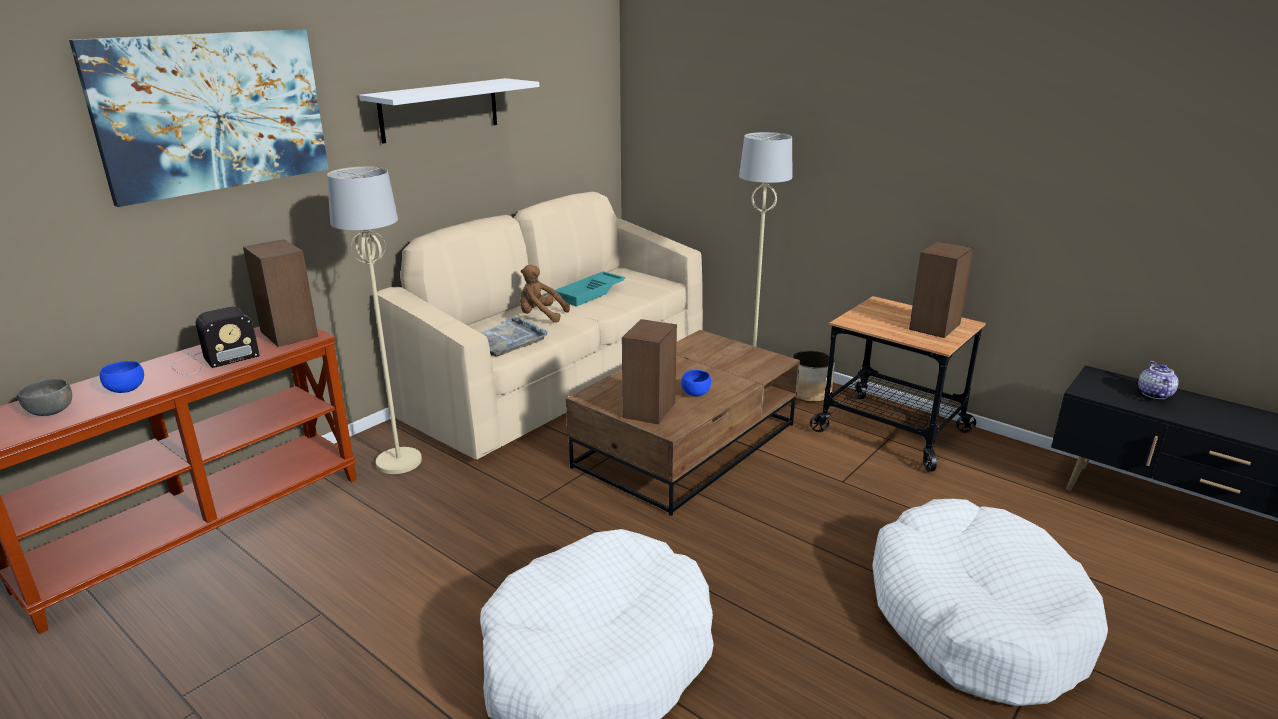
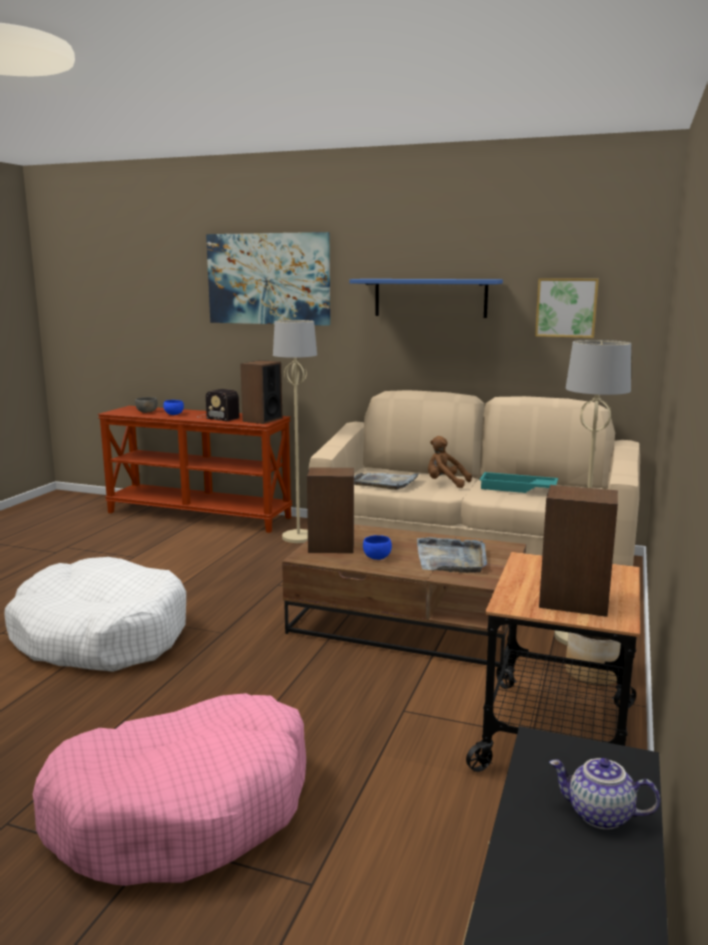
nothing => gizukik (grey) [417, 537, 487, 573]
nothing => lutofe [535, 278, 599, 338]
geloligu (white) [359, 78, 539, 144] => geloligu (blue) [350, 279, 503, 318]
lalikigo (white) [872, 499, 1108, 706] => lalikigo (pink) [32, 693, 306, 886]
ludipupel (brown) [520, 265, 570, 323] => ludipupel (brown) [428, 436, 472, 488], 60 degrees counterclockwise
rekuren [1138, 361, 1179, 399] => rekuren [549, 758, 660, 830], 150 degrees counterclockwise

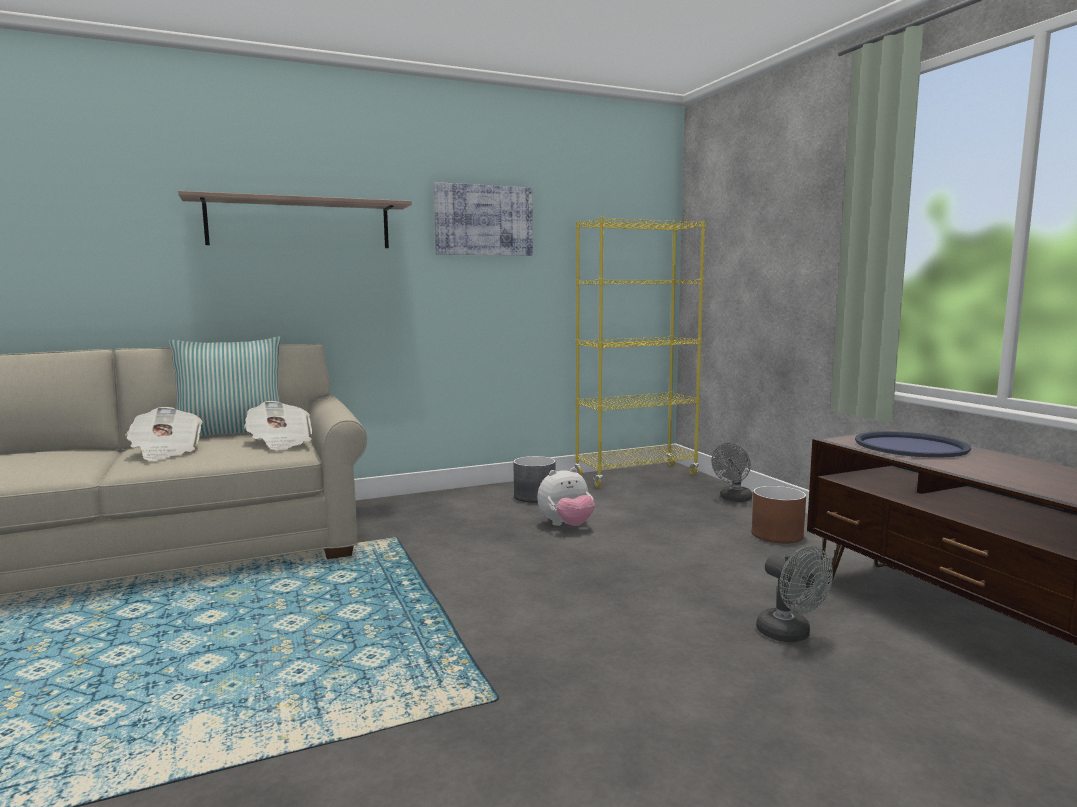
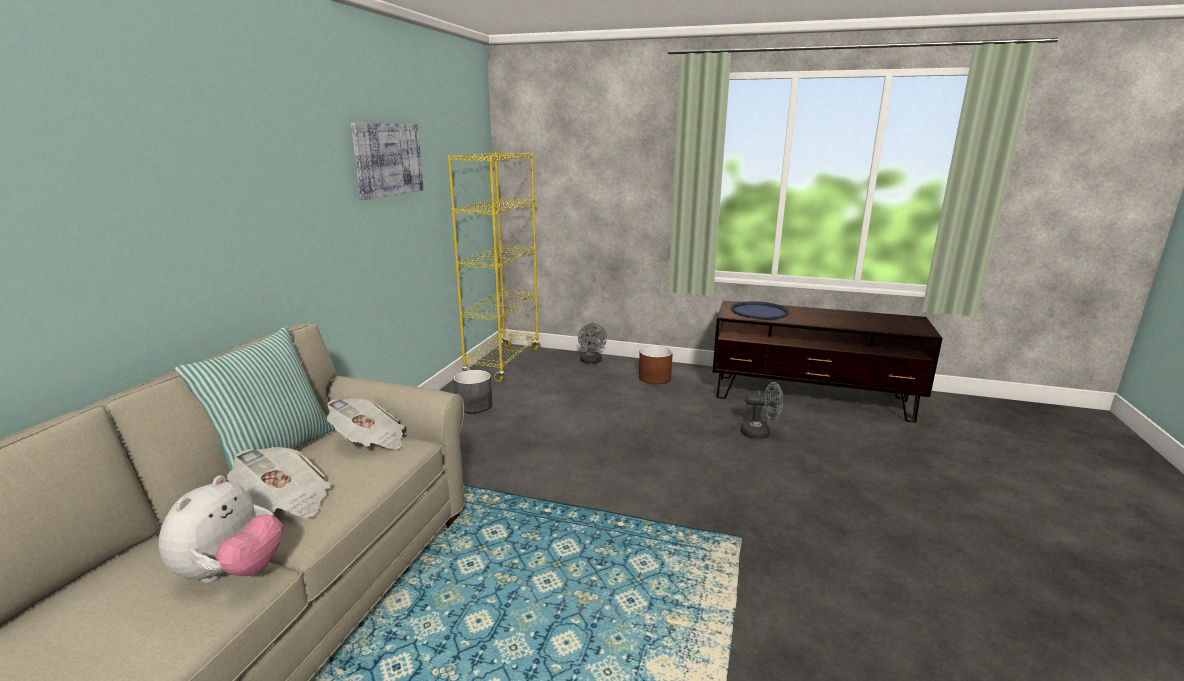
geloligu [178, 191, 412, 248] => nothing
ludipupel [537, 467, 595, 526] => ludipupel [158, 475, 283, 583], relocated

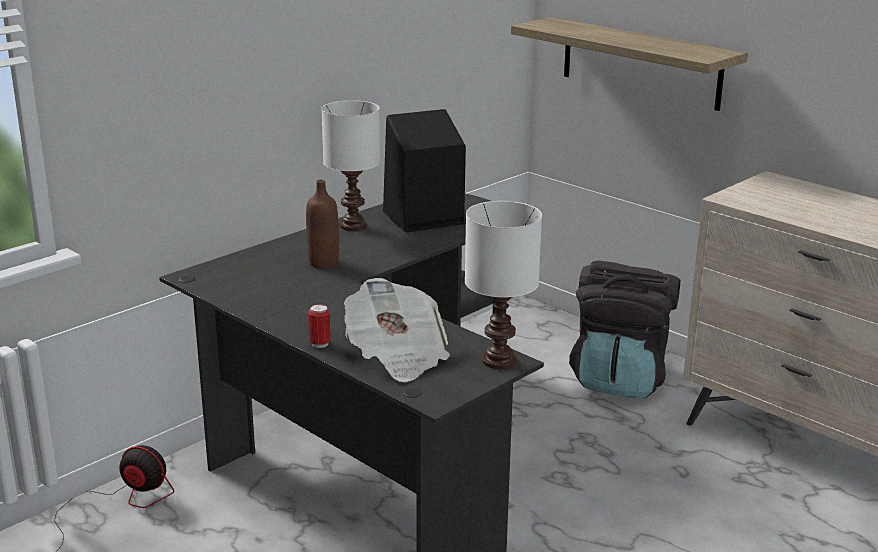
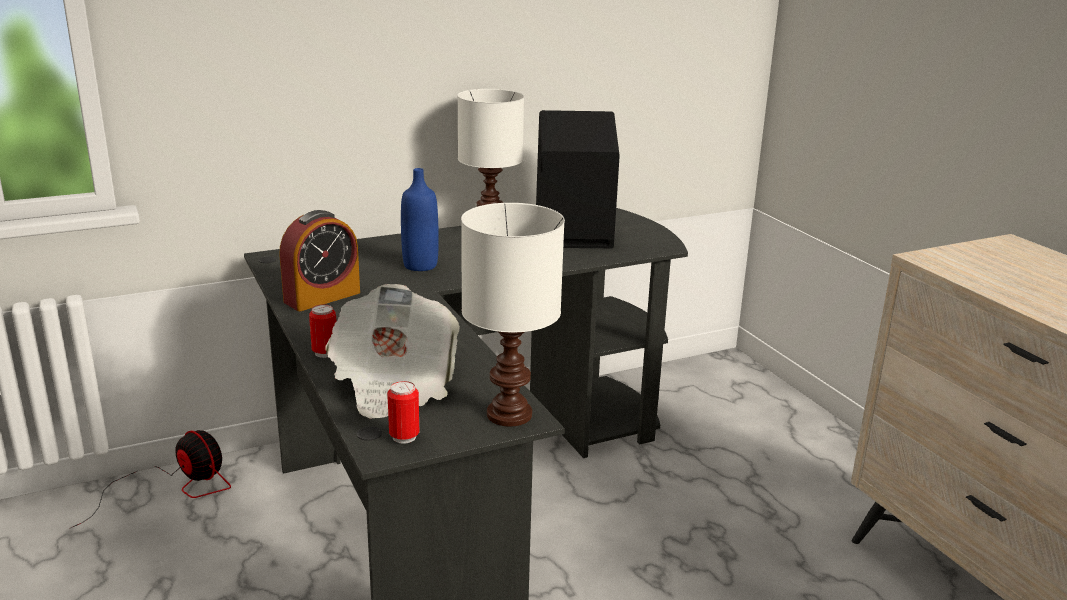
geloligu [511, 17, 748, 111] => nothing
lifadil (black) [569, 260, 680, 399] => nothing
nothing => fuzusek [280, 210, 360, 311]
nothing => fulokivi [387, 381, 419, 444]
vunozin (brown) [306, 180, 339, 268] => vunozin (blue) [401, 168, 439, 271]

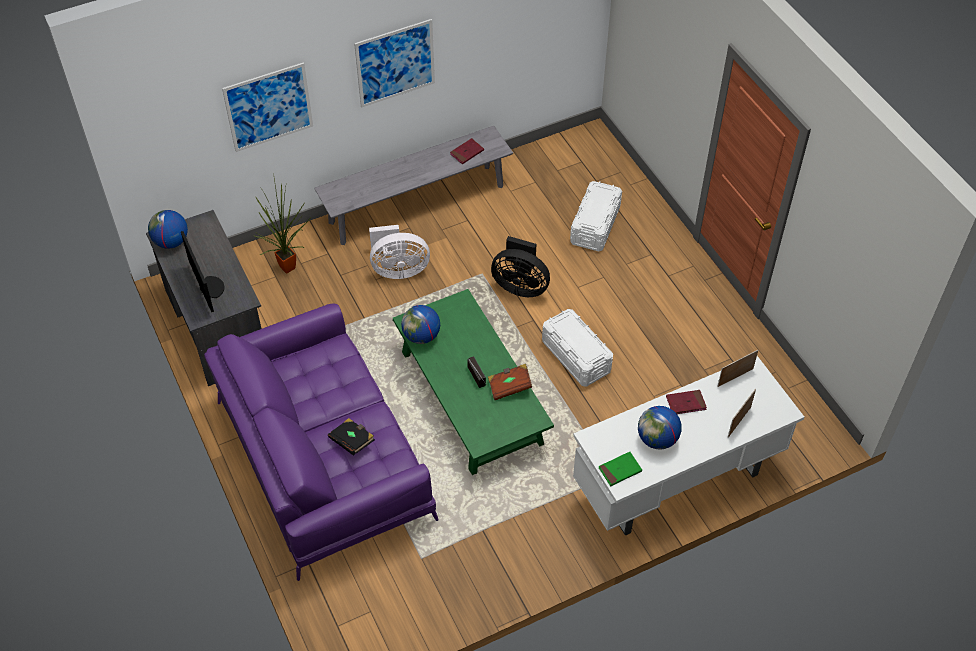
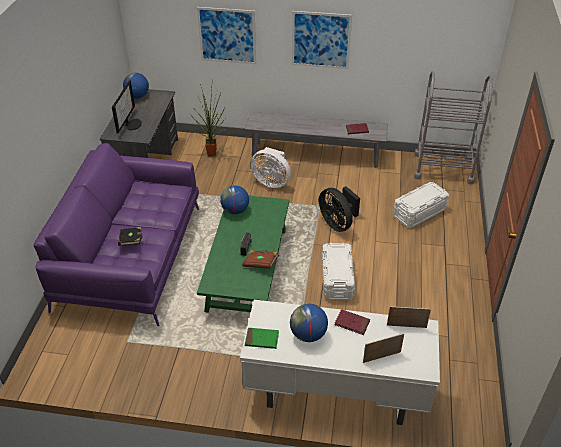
nothing => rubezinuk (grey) [414, 71, 493, 184]

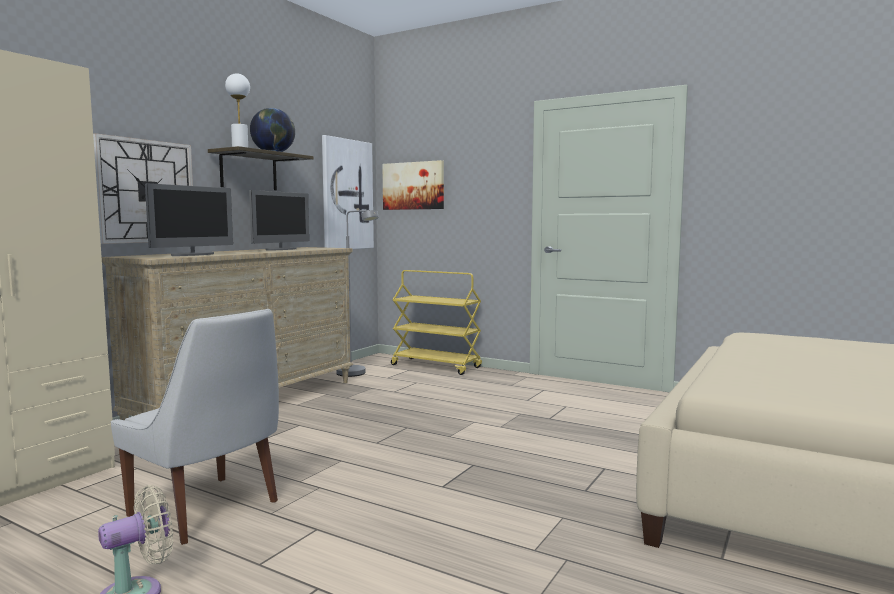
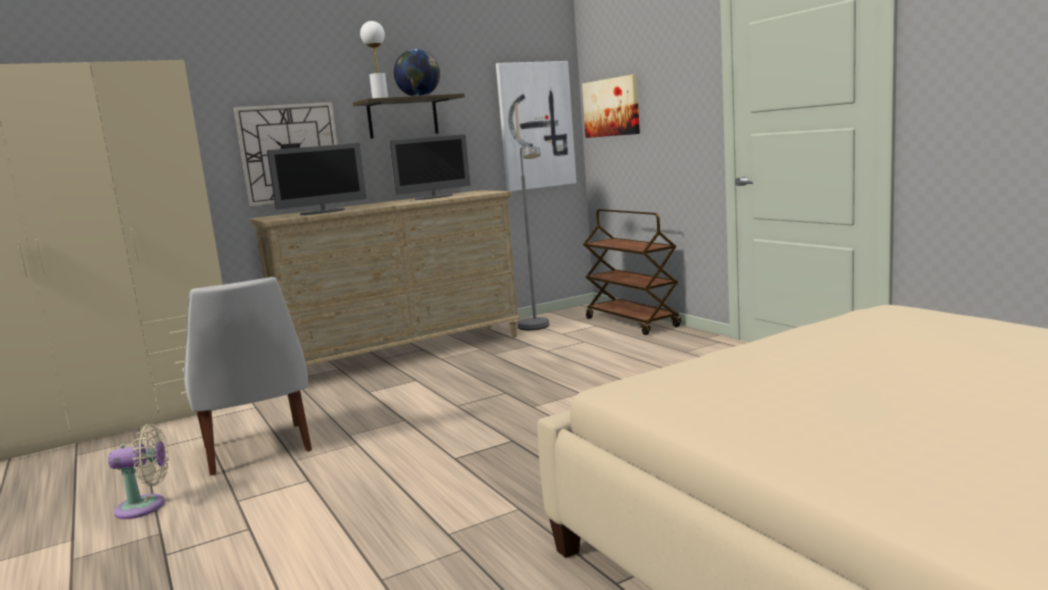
rubezinuk (yellow) [391, 270, 482, 375] => rubezinuk (brown) [583, 209, 681, 335]

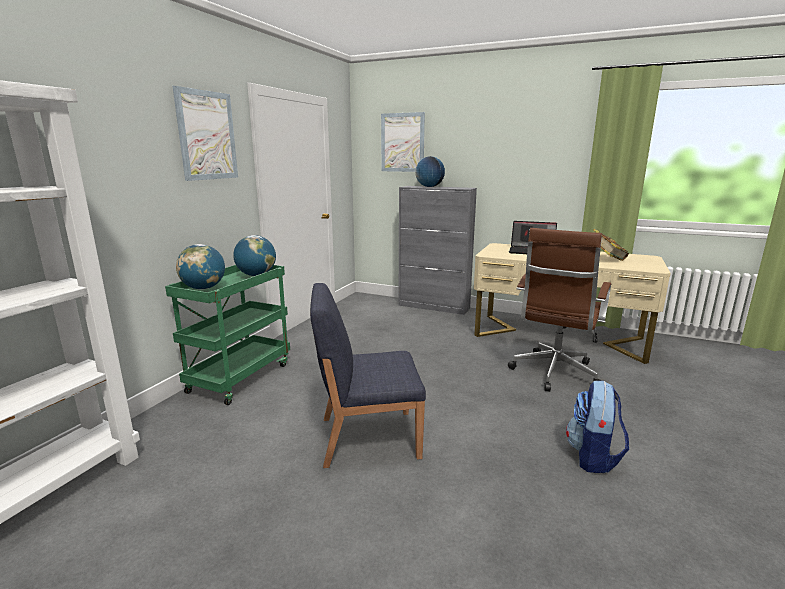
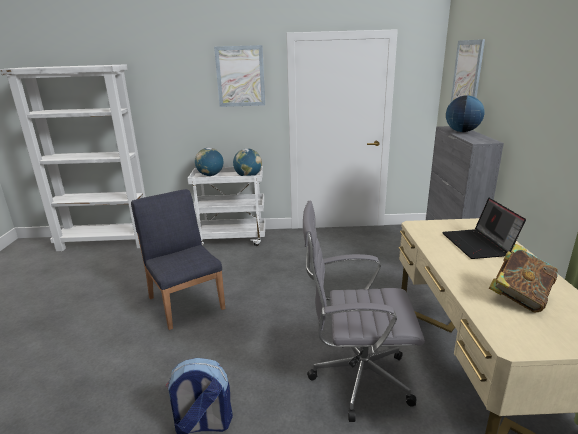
rubezinuk (green) [165, 265, 290, 405] => rubezinuk (white) [187, 166, 266, 246]
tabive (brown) [508, 228, 612, 392] => tabive (grey) [303, 201, 425, 422]

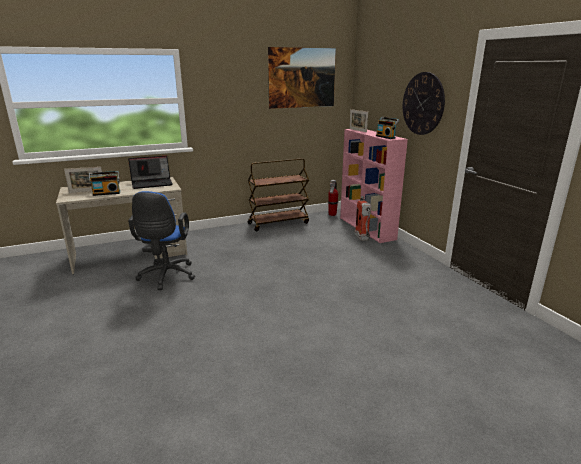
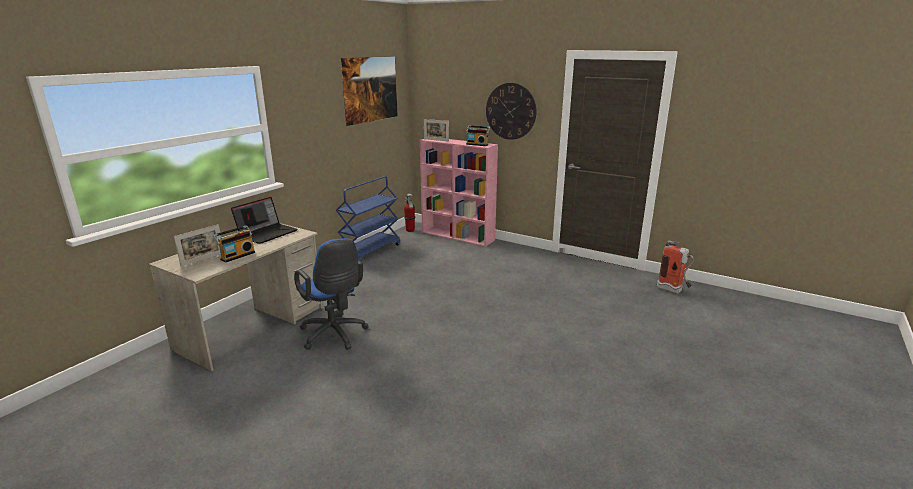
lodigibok [354, 196, 371, 241] => lodigibok [657, 241, 694, 294], relocated
rubezinuk (brown) [248, 158, 309, 231] => rubezinuk (blue) [336, 176, 400, 262]

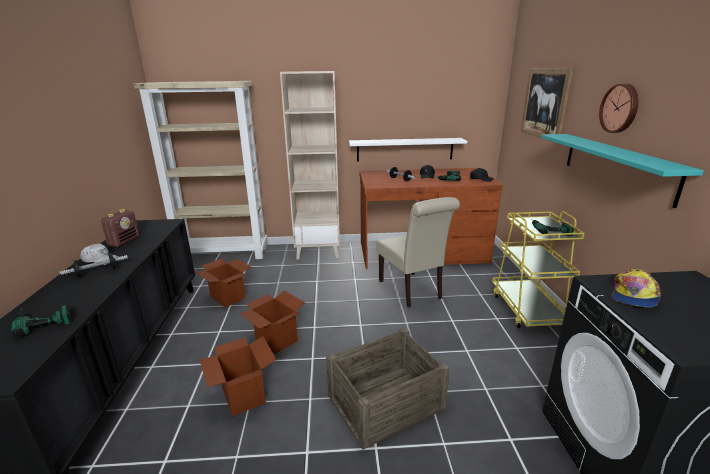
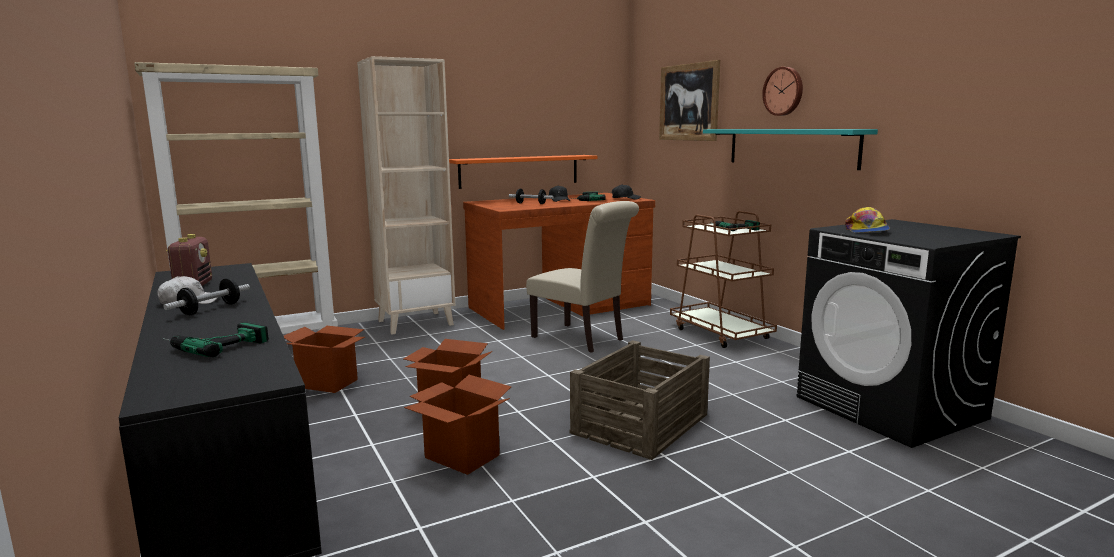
geloligu (white) [349, 138, 467, 162] => geloligu (orange) [449, 155, 597, 189]
rubezinuk (yellow) [492, 211, 585, 328] => rubezinuk (brown) [670, 211, 777, 348]

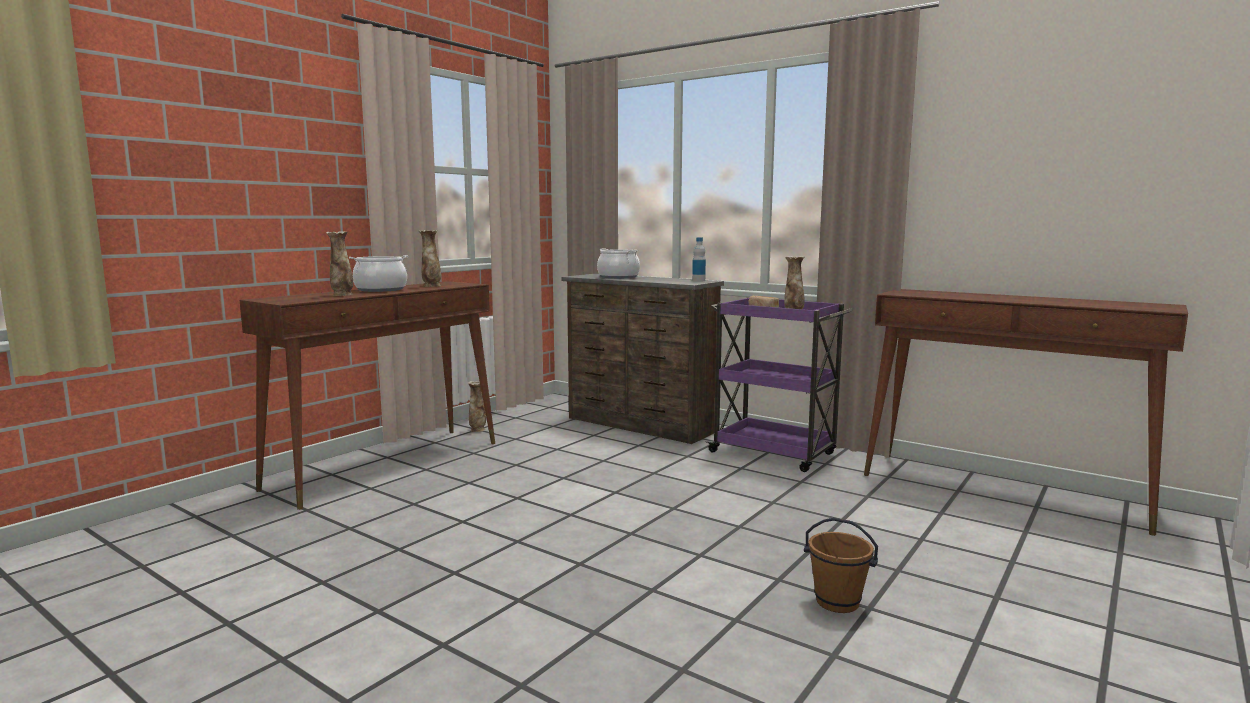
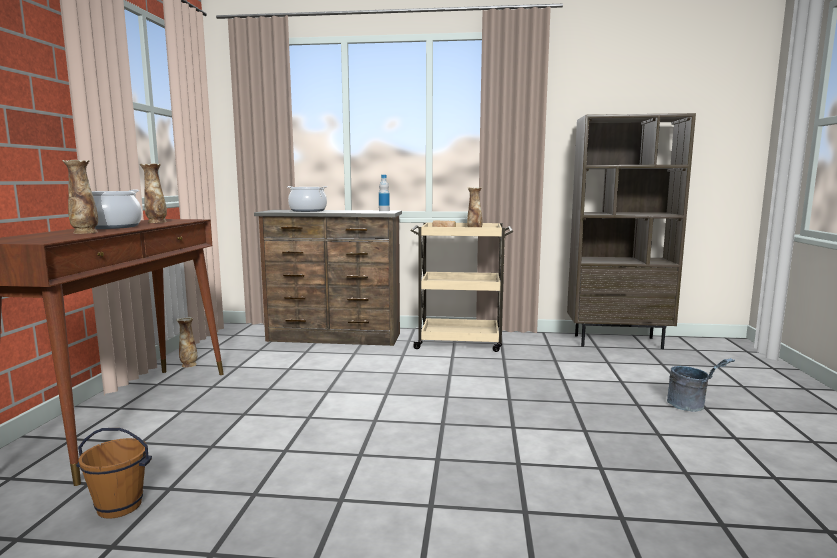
nothing => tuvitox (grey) [667, 358, 735, 412]
tuvitox (brown) [804, 518, 878, 613] => tuvitox (brown) [76, 428, 152, 519], relocated
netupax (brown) [864, 289, 1188, 536] => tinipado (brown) [567, 113, 696, 349]
rubezinuk (purple) [706, 297, 853, 472] => rubezinuk (beige) [410, 222, 513, 352]

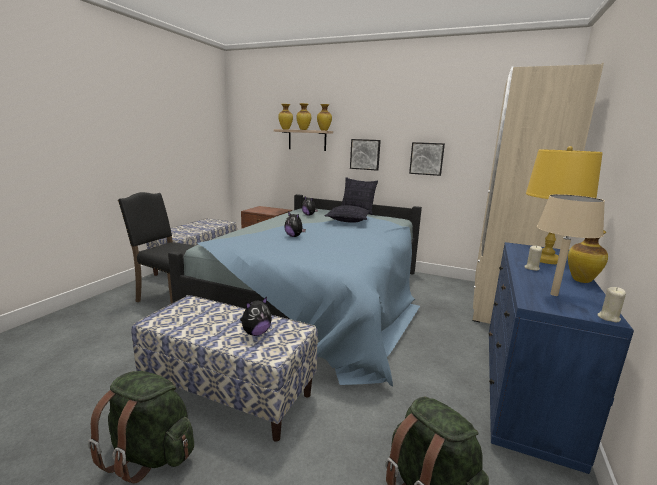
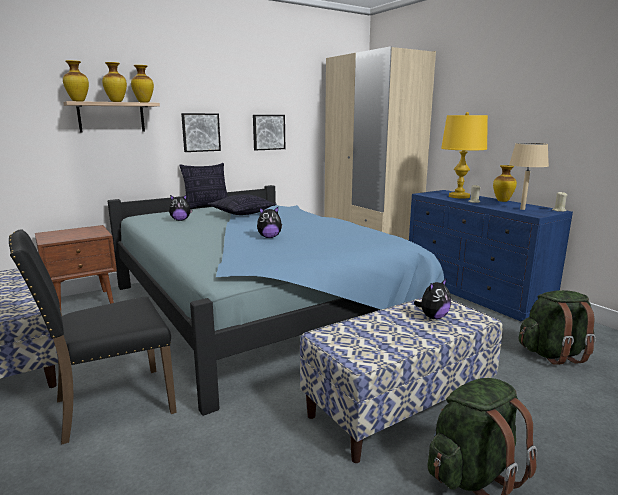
ludipupel [240, 297, 272, 336] => ludipupel [414, 278, 451, 319], 60 degrees clockwise

